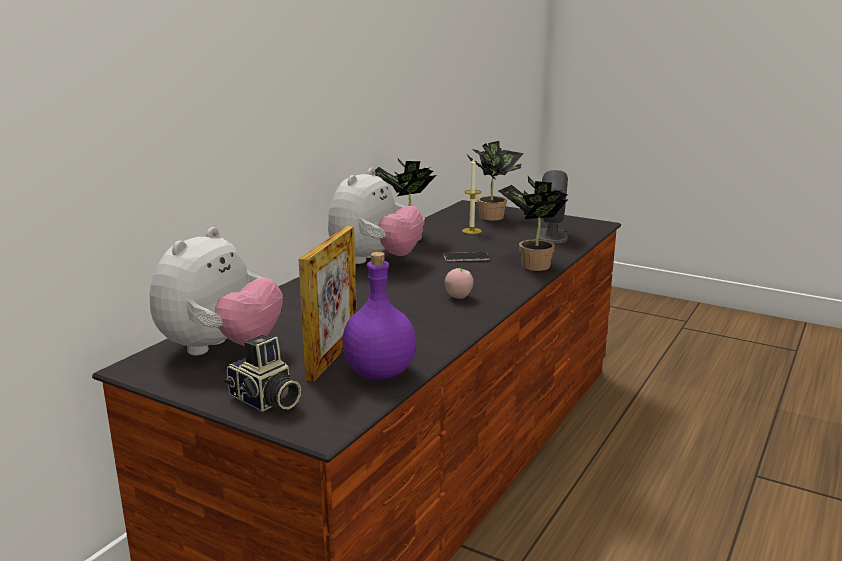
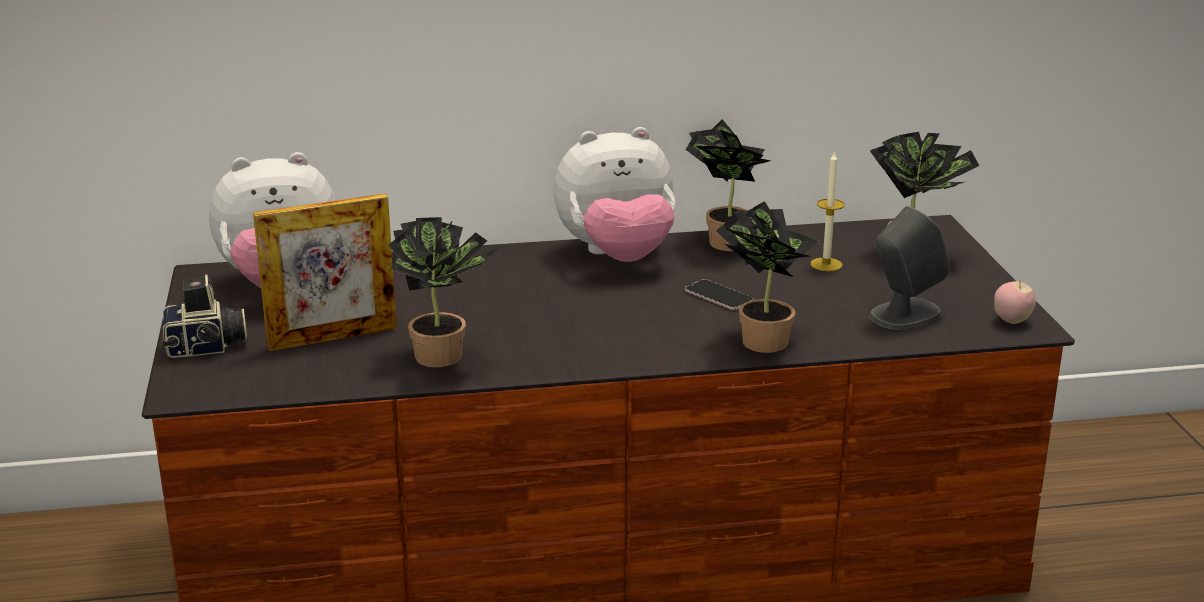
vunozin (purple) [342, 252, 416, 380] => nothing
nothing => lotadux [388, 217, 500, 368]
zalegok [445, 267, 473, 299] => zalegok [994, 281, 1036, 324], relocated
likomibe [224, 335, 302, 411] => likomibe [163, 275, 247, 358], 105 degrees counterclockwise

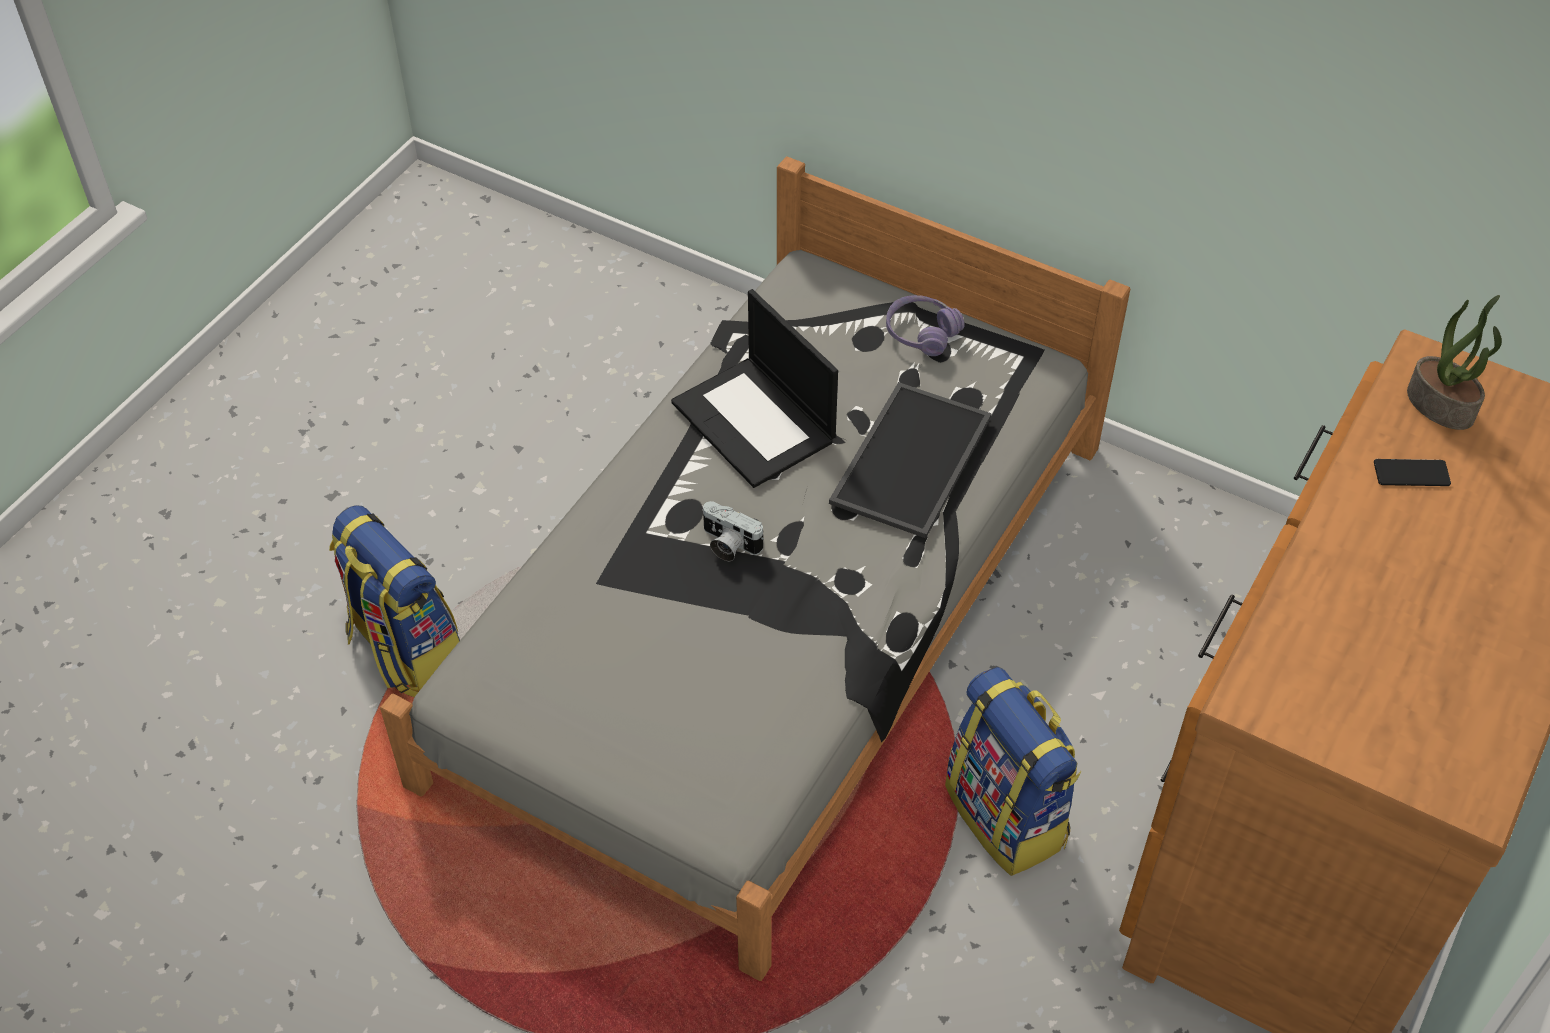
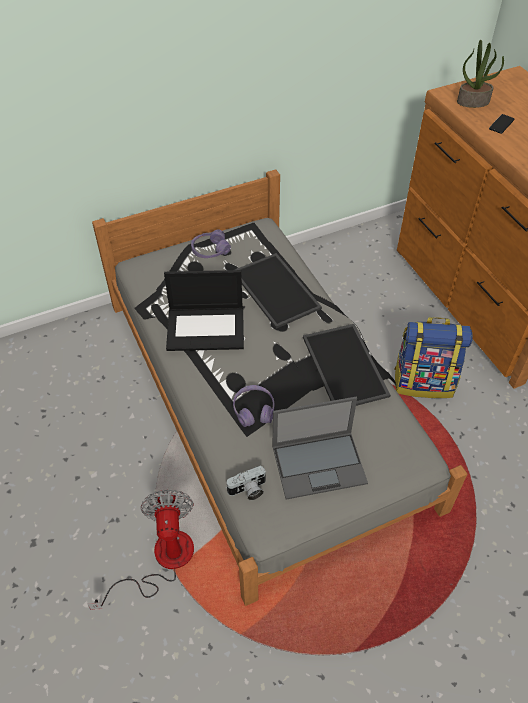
nothing => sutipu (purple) [233, 385, 274, 427]
nothing => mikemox [272, 397, 368, 500]
nothing => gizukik [303, 324, 390, 406]
likomibe [702, 501, 764, 561] => likomibe [226, 465, 266, 500], relocated
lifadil [329, 505, 460, 697] => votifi [88, 490, 194, 610]

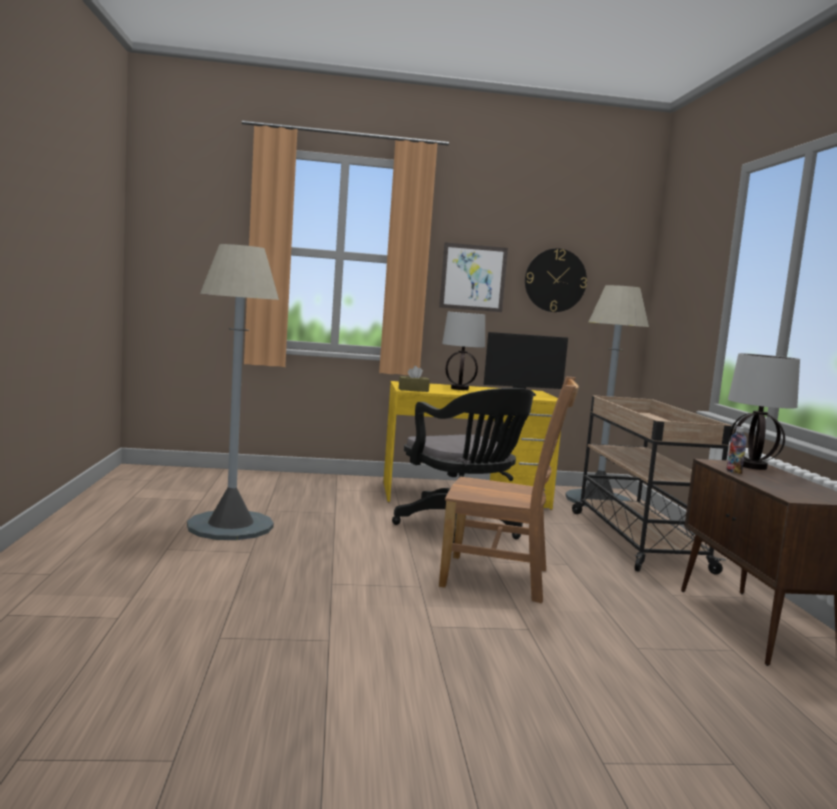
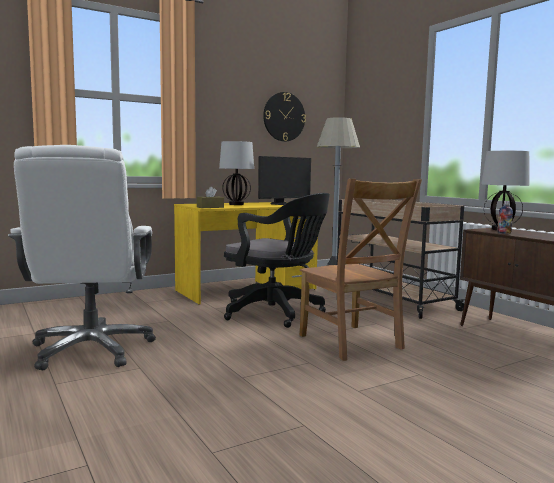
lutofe [439, 242, 508, 312] => nothing
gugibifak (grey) [187, 244, 279, 540] => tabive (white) [8, 145, 156, 370]
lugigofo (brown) [439, 377, 579, 603] => lugigofo (brown) [300, 179, 422, 361], 75 degrees clockwise

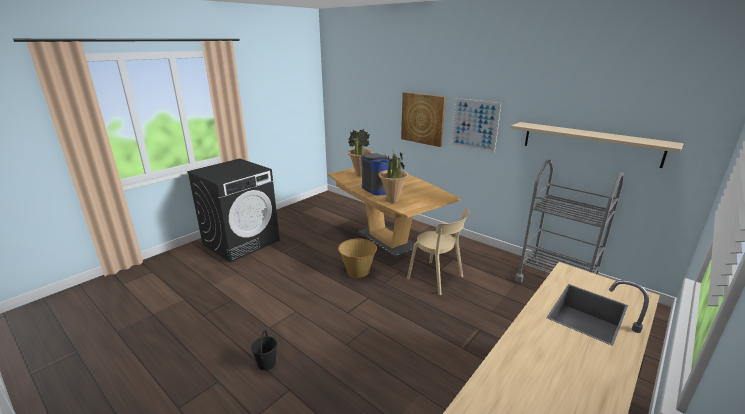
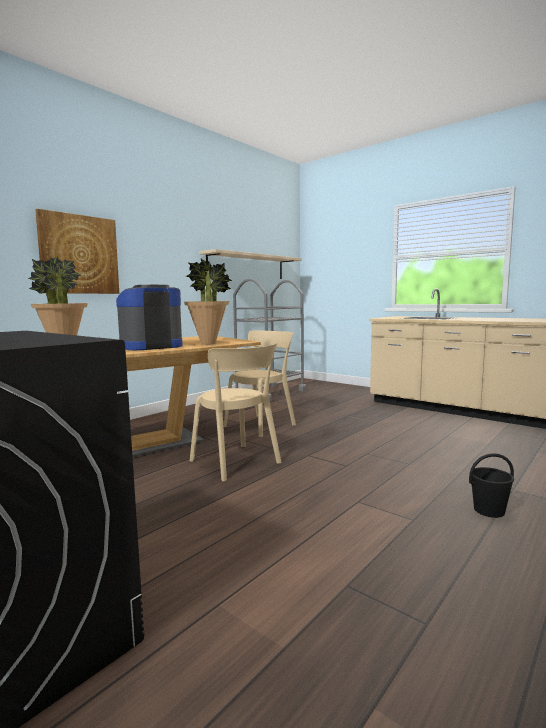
lutofe [451, 98, 501, 153] => nothing
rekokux [338, 238, 377, 277] => lugigofo (beige) [190, 343, 282, 481]

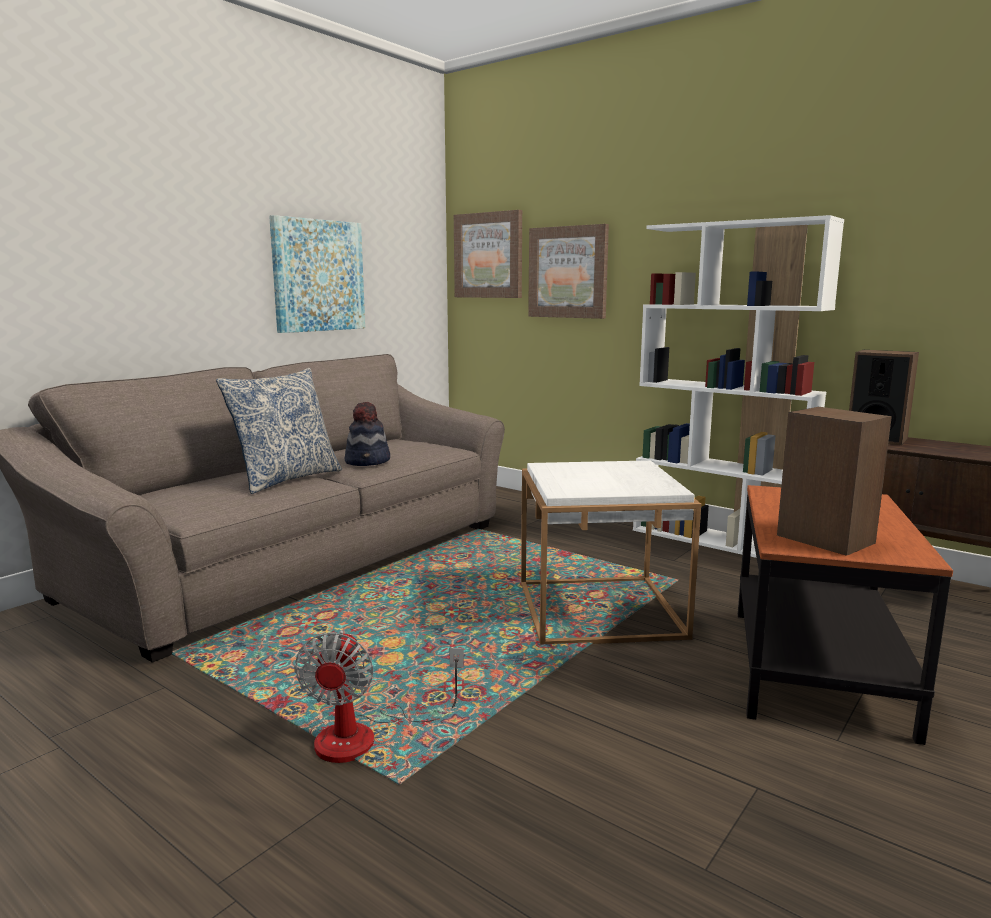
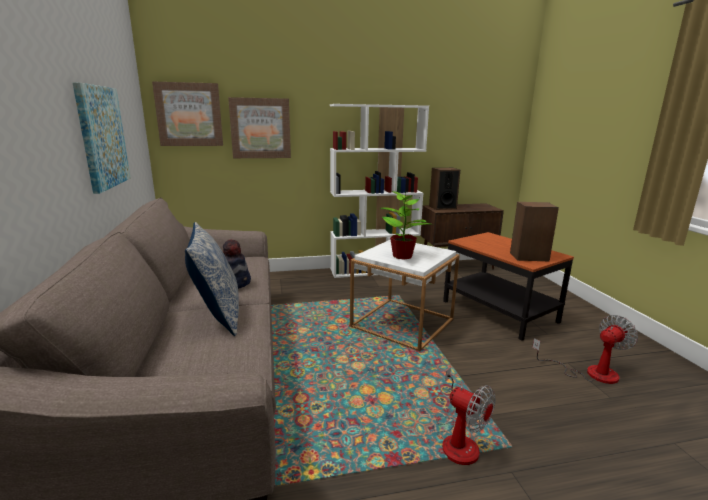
nothing => lotadux [380, 191, 431, 260]
nothing => votifi [532, 315, 638, 384]

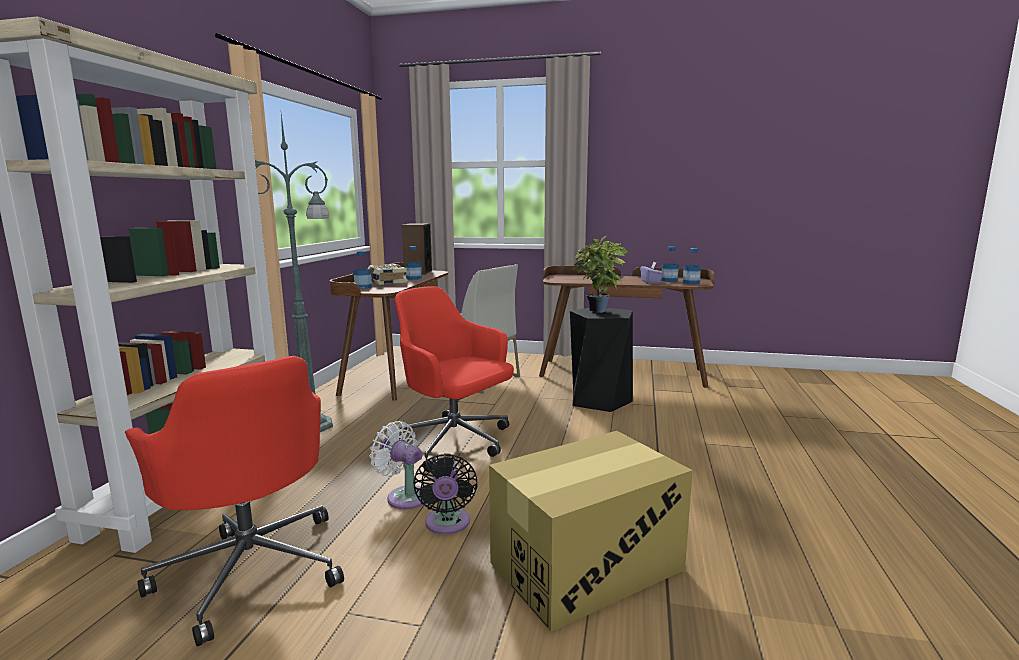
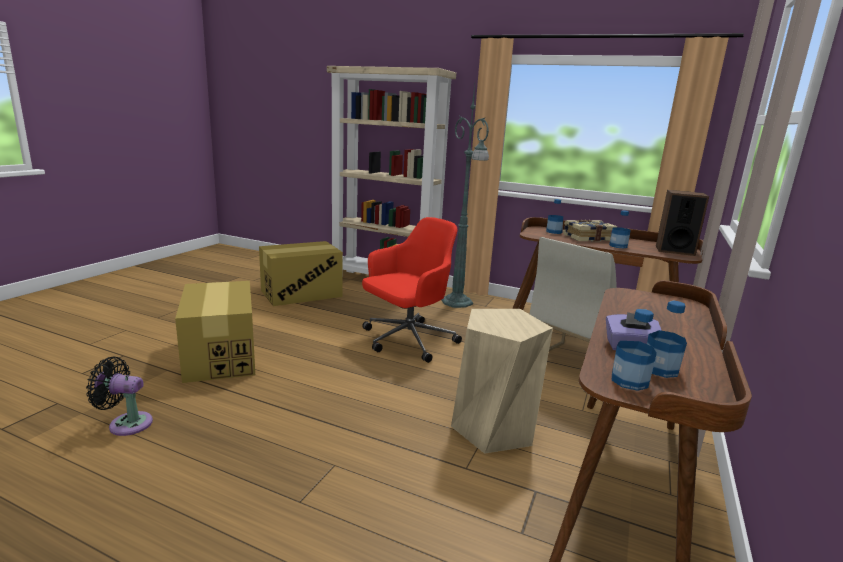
votifi (white) [369, 421, 423, 509] => nothing
lotadux [572, 235, 628, 313] => nothing
votifi (black) [413, 453, 478, 535] => votifi (black) [86, 357, 153, 436], relocated
tabive (red) [125, 356, 344, 646] => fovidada [259, 241, 343, 306]
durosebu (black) [570, 308, 633, 412] => durosebu (beige) [451, 309, 553, 454]

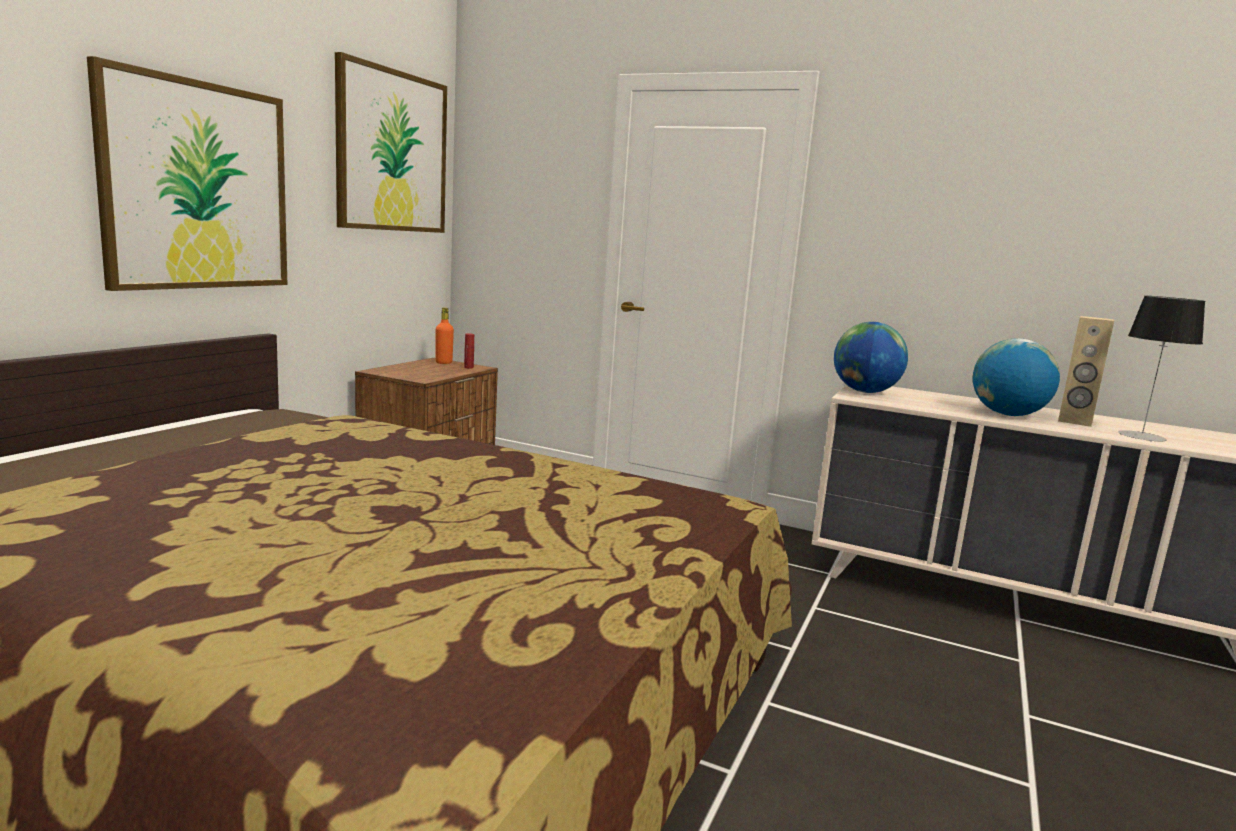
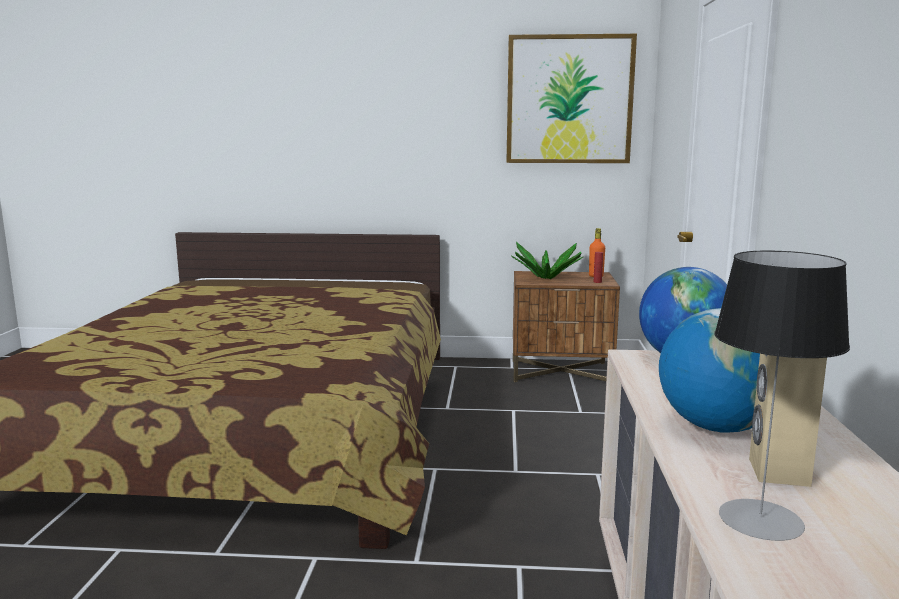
lutofe [87, 56, 287, 291] => nothing
nothing => lotadux [511, 242, 583, 279]

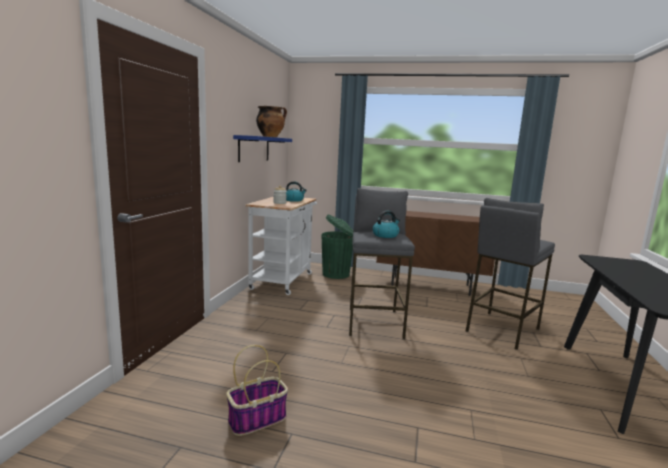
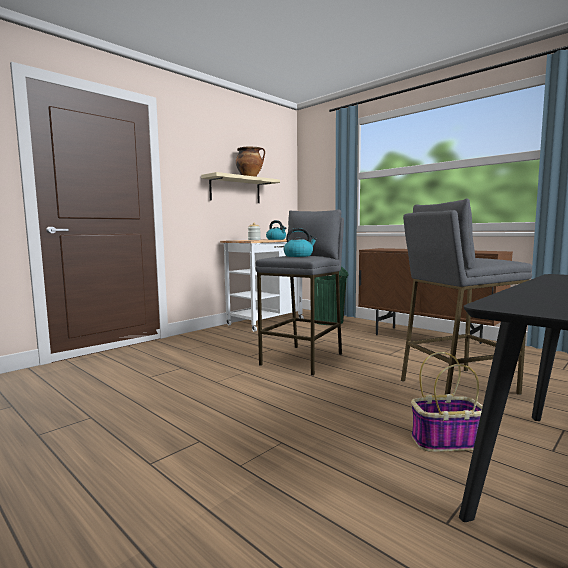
rekokux [226, 345, 288, 436] => rekokux [411, 352, 483, 452], relocated
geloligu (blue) [233, 135, 292, 162] => geloligu (beige) [201, 172, 280, 203]

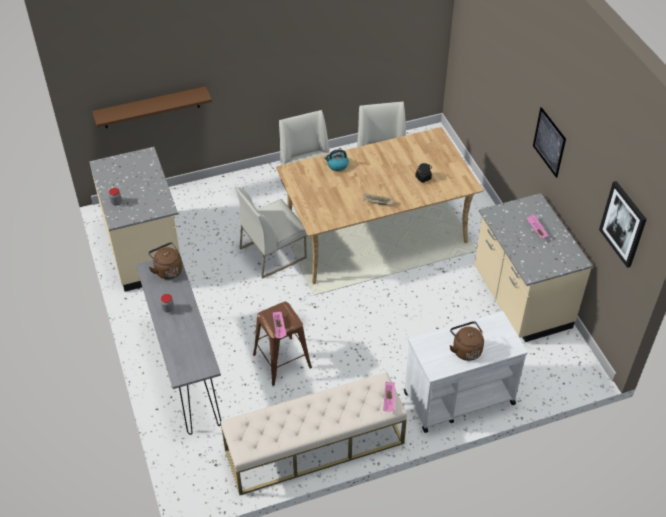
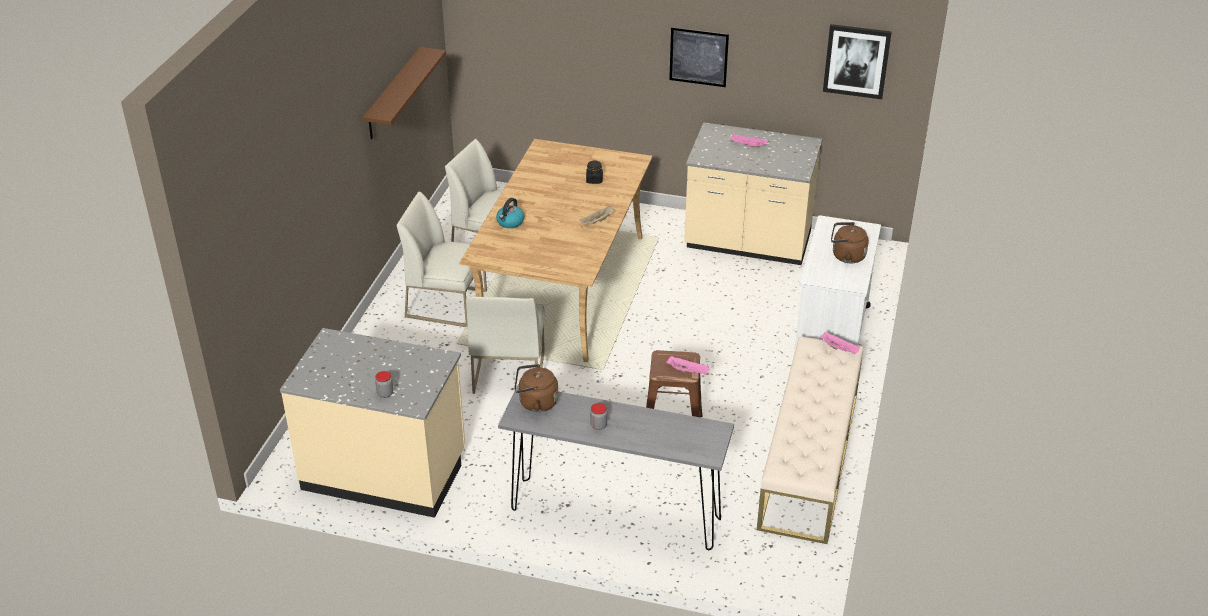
geloligu (brown) [92, 86, 212, 128] => geloligu (brown) [363, 47, 446, 139], relocated

